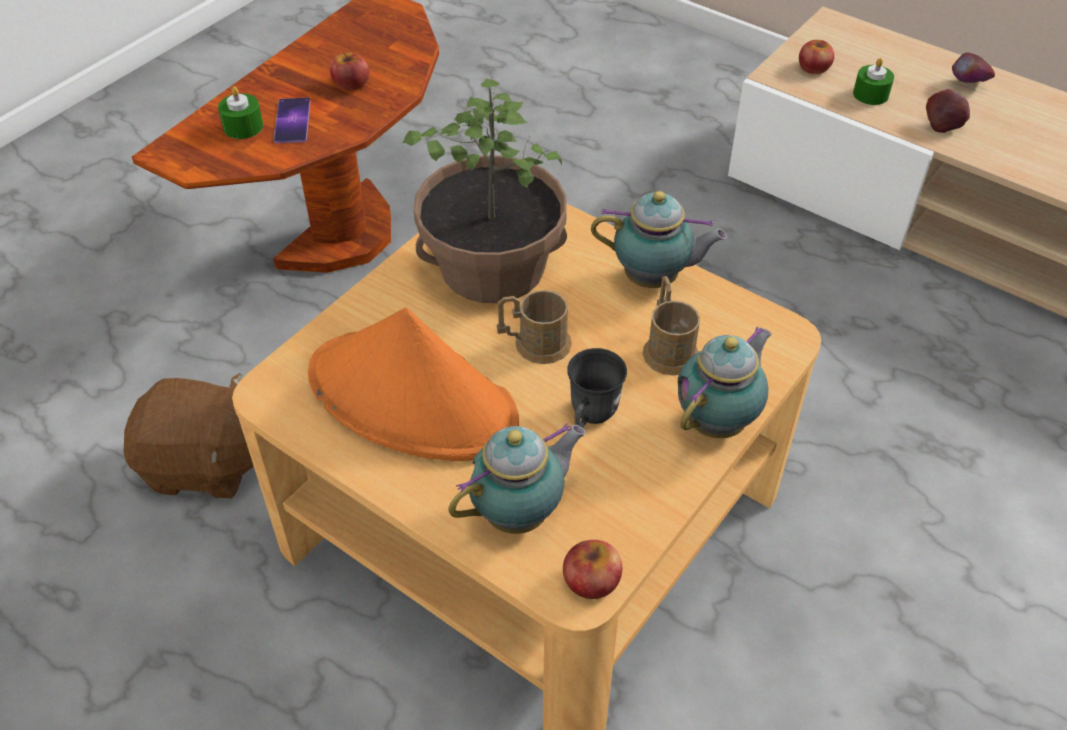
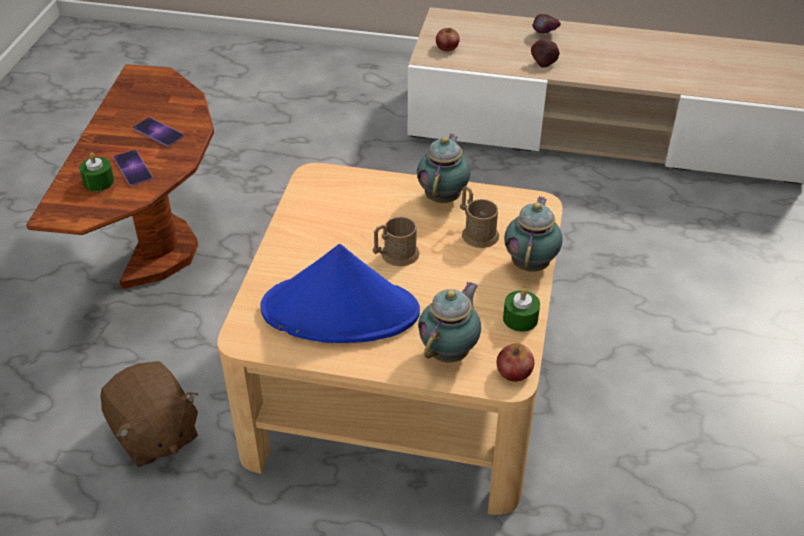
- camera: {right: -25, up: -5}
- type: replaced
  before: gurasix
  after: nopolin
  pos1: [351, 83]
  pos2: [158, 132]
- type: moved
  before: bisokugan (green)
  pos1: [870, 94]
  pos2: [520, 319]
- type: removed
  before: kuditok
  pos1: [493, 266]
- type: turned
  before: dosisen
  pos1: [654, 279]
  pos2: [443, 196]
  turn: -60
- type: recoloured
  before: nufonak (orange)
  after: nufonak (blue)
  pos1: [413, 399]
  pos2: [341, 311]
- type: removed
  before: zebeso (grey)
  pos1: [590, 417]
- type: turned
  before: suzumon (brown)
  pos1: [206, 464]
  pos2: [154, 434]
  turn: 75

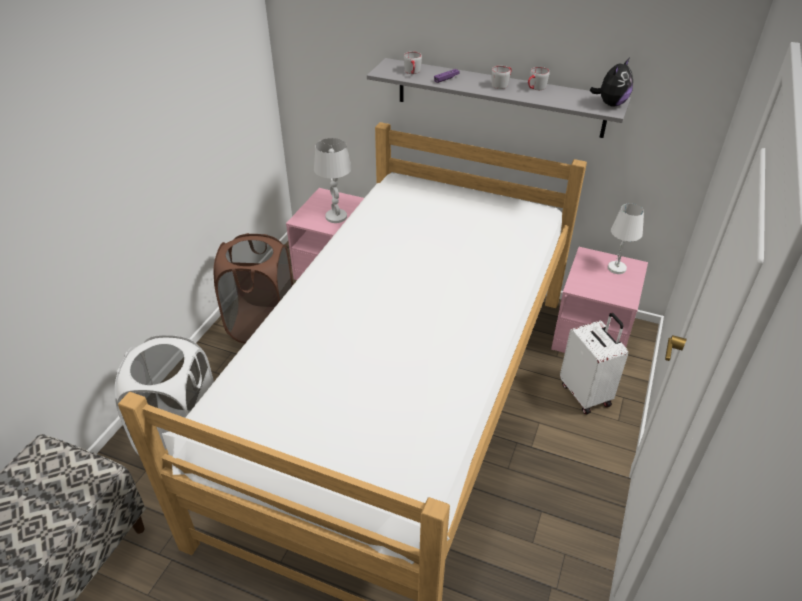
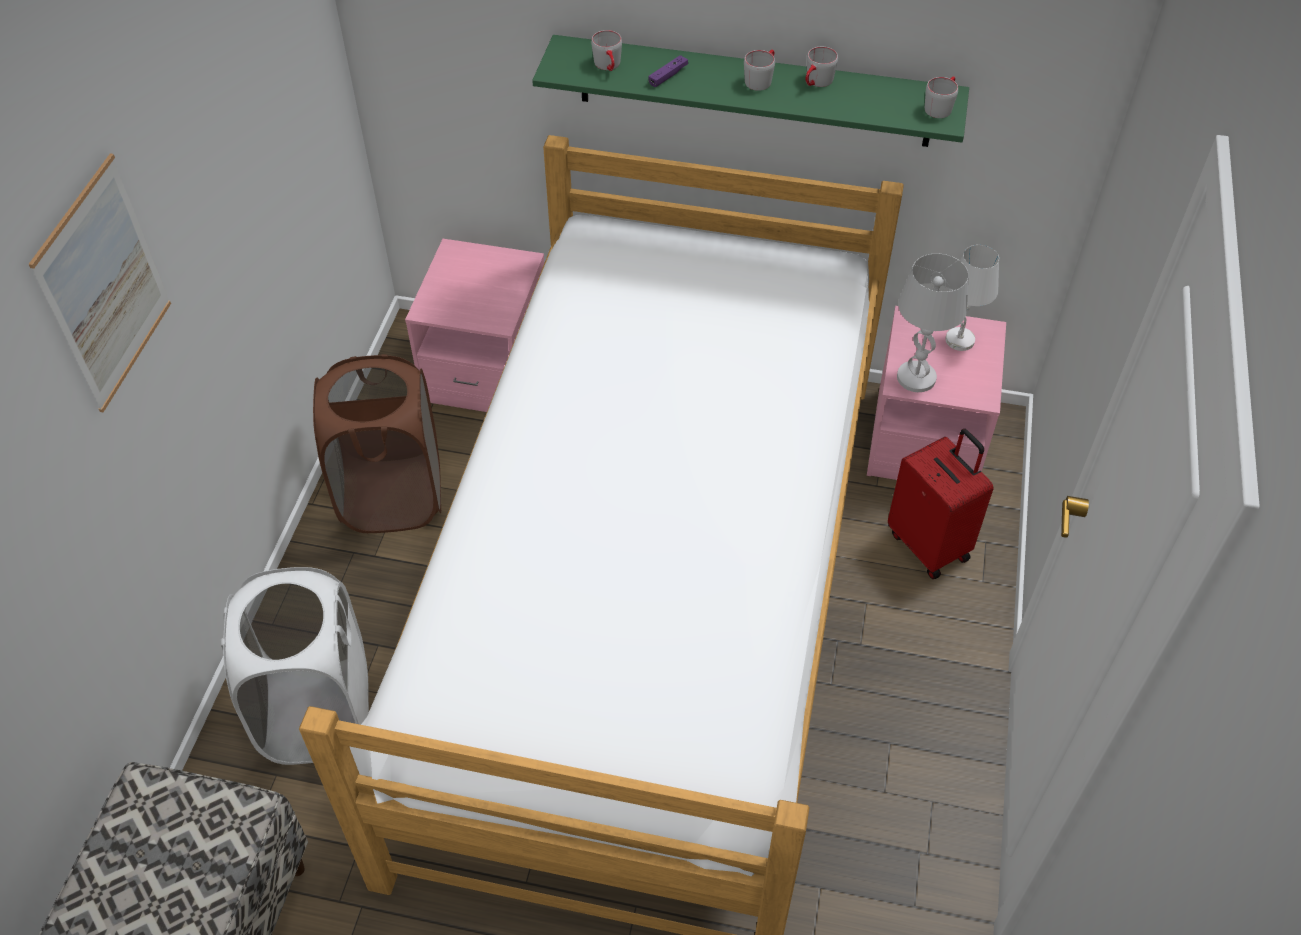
- camera: {right: -10, up: 10}
- type: recoloured
  before: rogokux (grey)
  after: rogokux (green)
  pos1: [499, 97]
  pos2: [754, 91]
- type: replaced
  before: suzumon
  after: zebeso (grey)
  pos1: [610, 104]
  pos2: [940, 106]
- type: moved
  before: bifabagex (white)
  pos1: [336, 217]
  pos2: [916, 378]
- type: recoloured
  before: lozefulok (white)
  after: lozefulok (red)
  pos1: [586, 394]
  pos2: [930, 545]
- type: added
  after: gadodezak
  pos2: [104, 285]

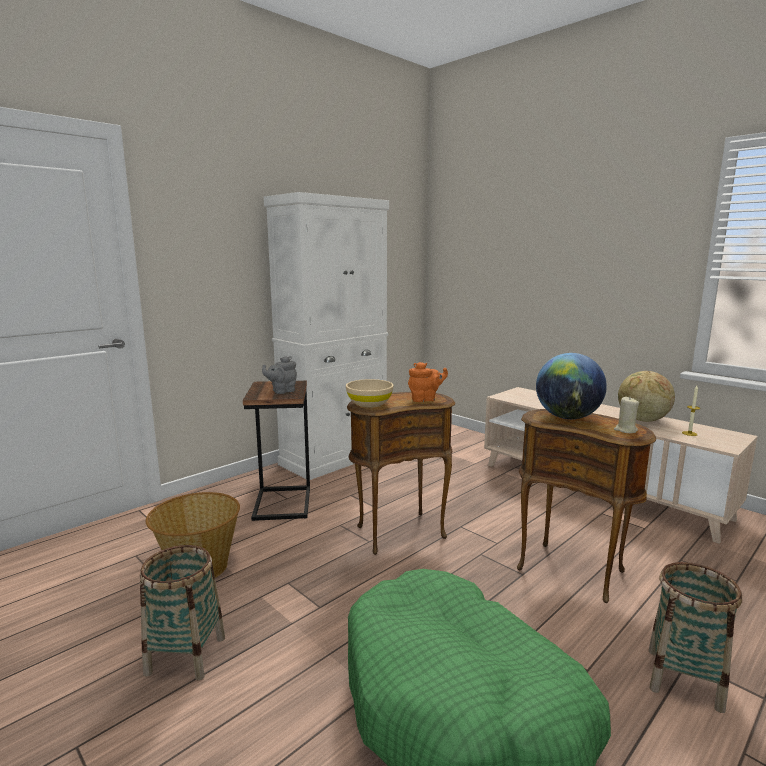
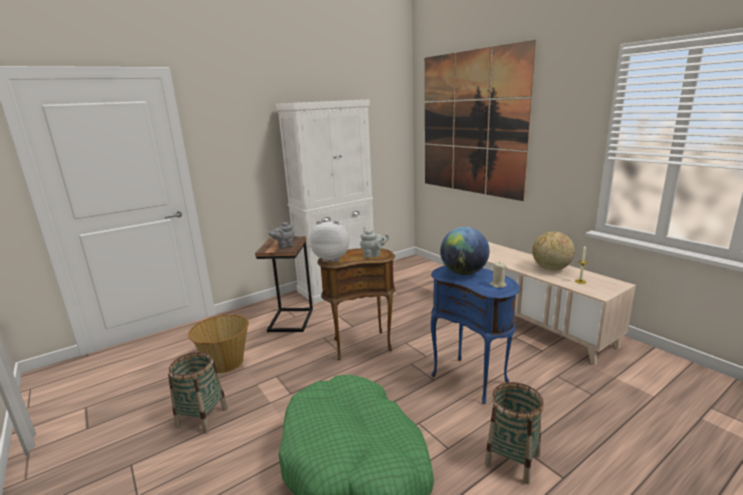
- camera: {right: 10, up: 5}
- type: recoloured
  before: dosisen (orange)
  after: dosisen (grey)
  pos1: [425, 399]
  pos2: [373, 255]
- type: replaced
  before: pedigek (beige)
  after: suzumon
  pos1: [369, 404]
  pos2: [332, 259]
- type: recoloured
  before: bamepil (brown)
  after: bamepil (blue)
  pos1: [572, 569]
  pos2: [471, 378]
- type: added
  after: gadodezak
  pos2: [471, 124]

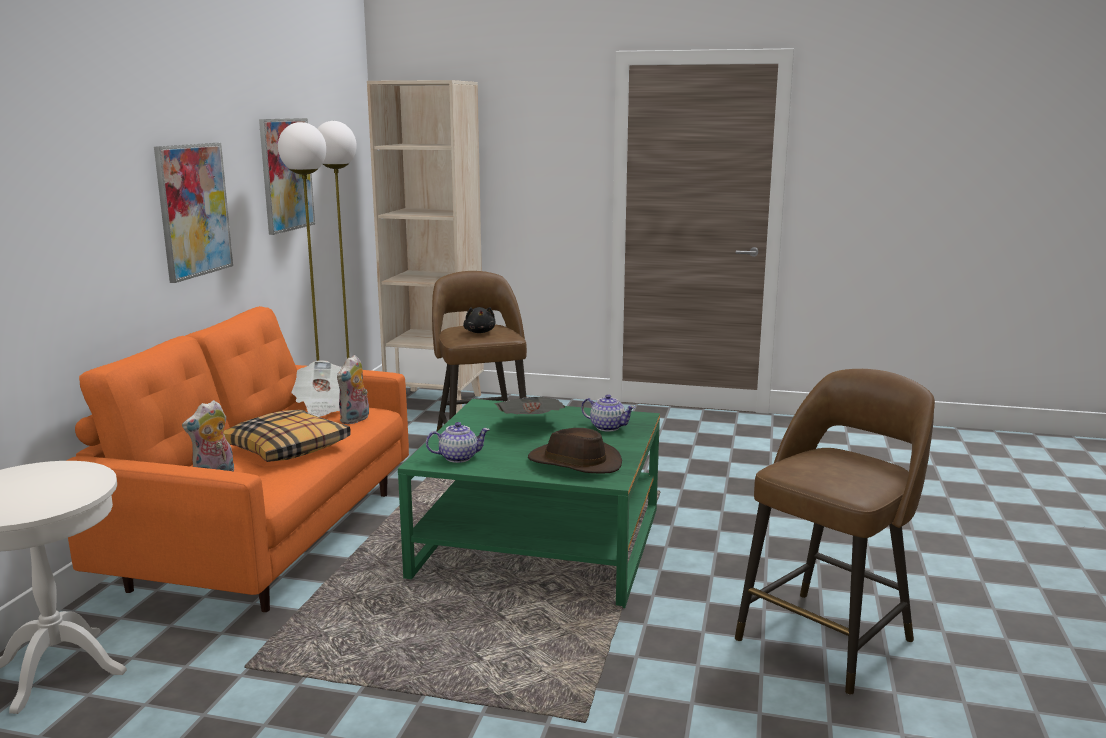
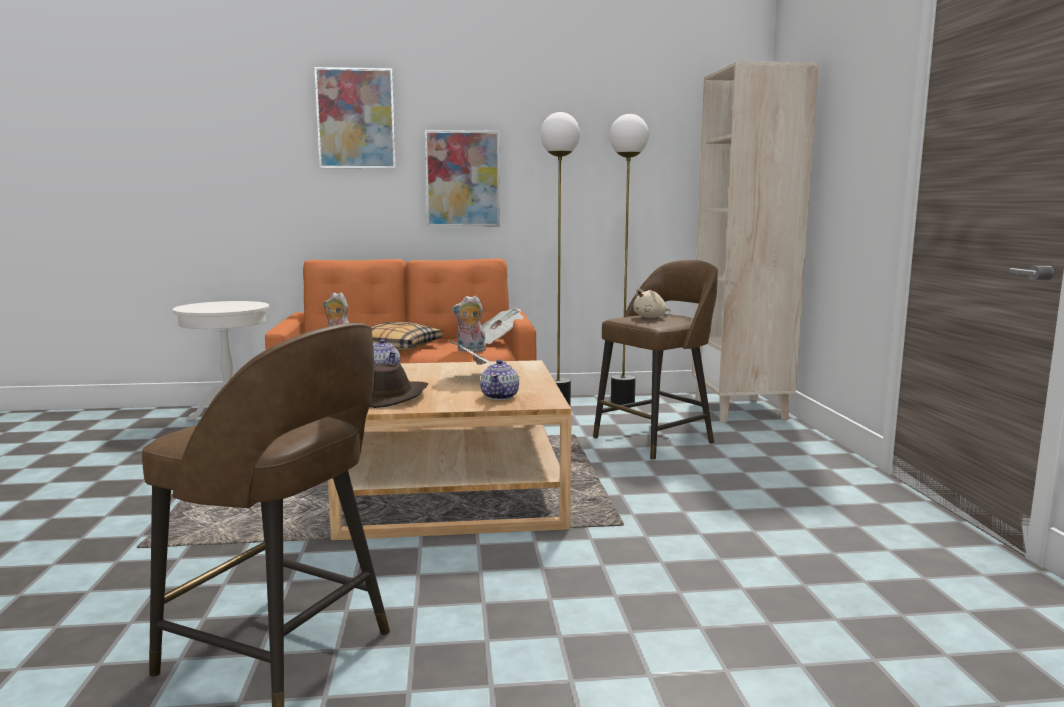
- camera: {right: 70, up: -5}
- type: moved
  before: gadodezak
  pos1: [286, 174]
  pos2: [356, 119]
- type: recoloured
  before: suzumon (black)
  after: suzumon (beige)
  pos1: [479, 332]
  pos2: [651, 317]
- type: recoloured
  before: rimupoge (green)
  after: rimupoge (beige)
  pos1: [539, 542]
  pos2: [452, 491]

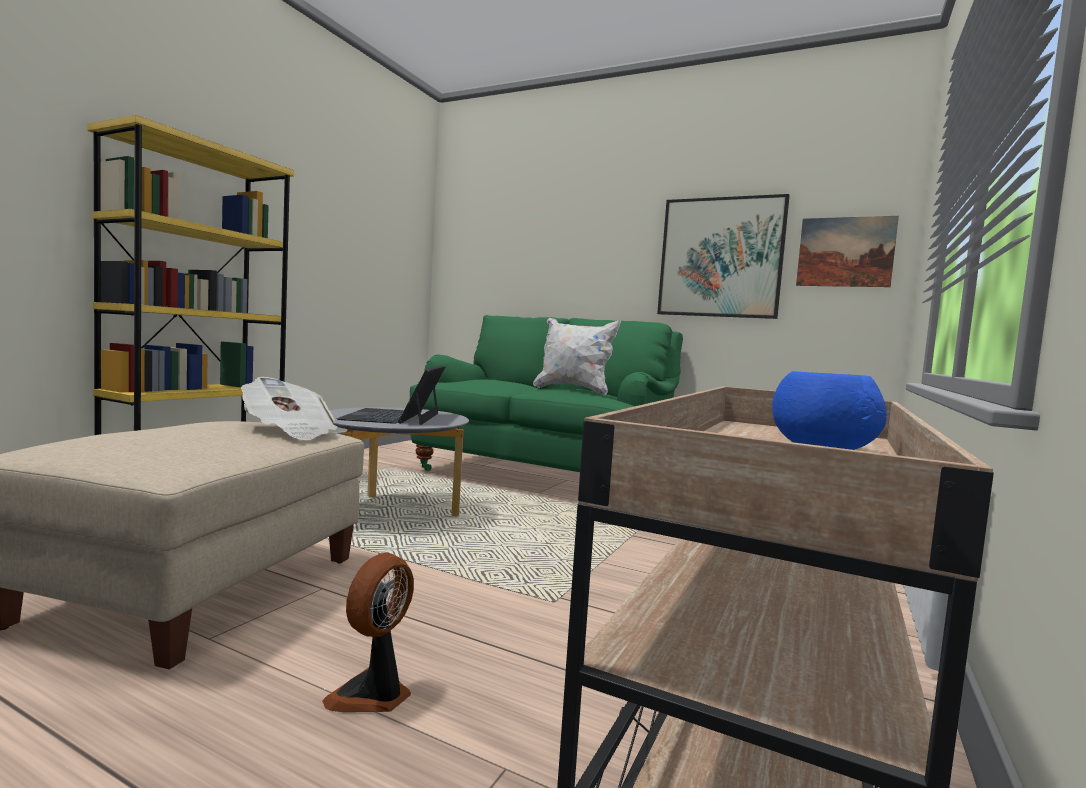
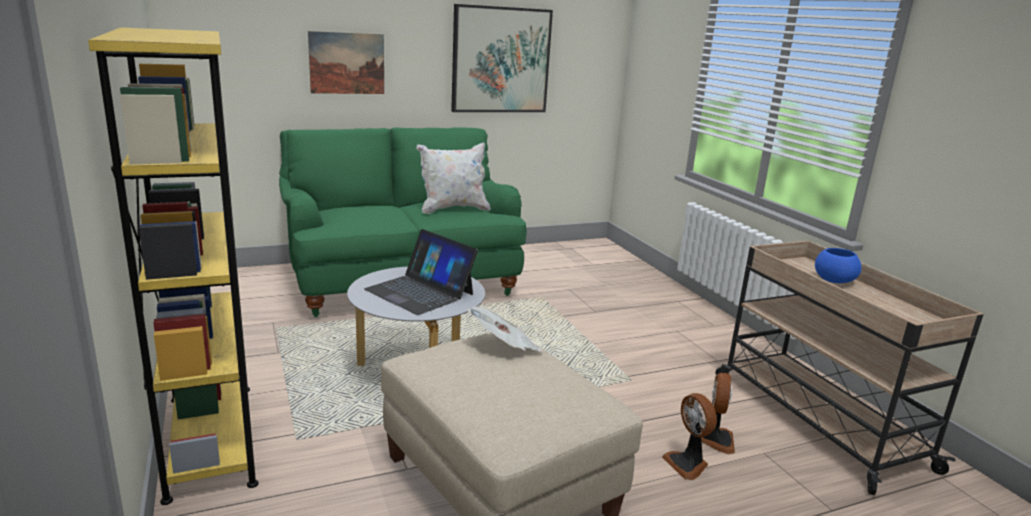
- camera: {right: -50, up: 15}
- type: moved
  before: gadodezak
  pos1: [845, 252]
  pos2: [347, 63]
- type: added
  after: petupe
  pos2: [715, 440]

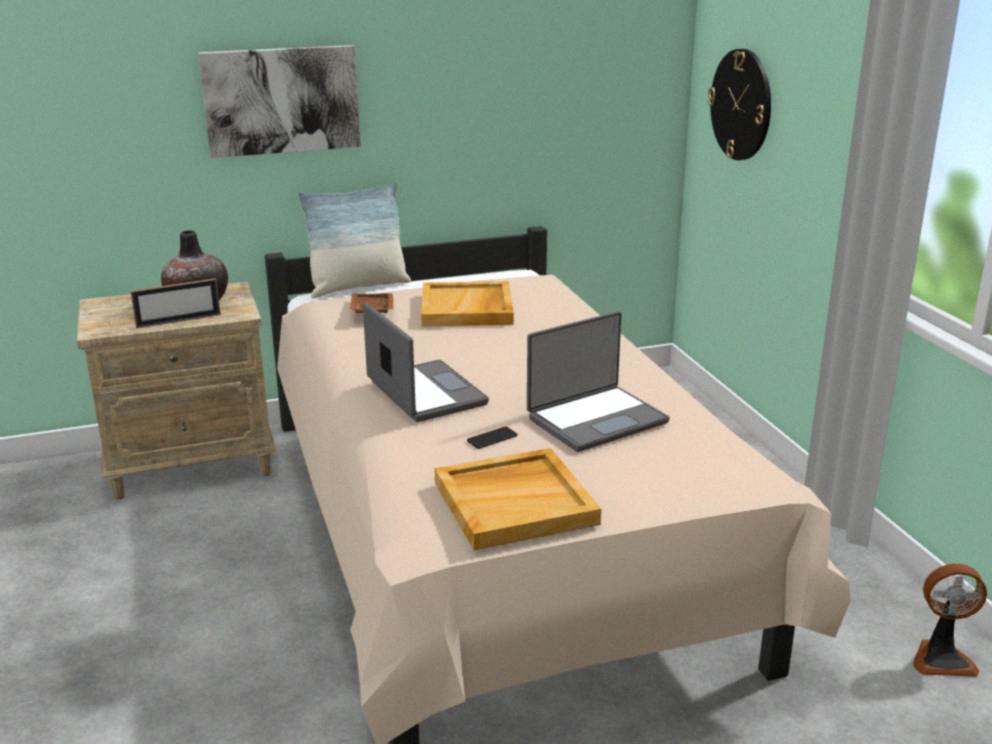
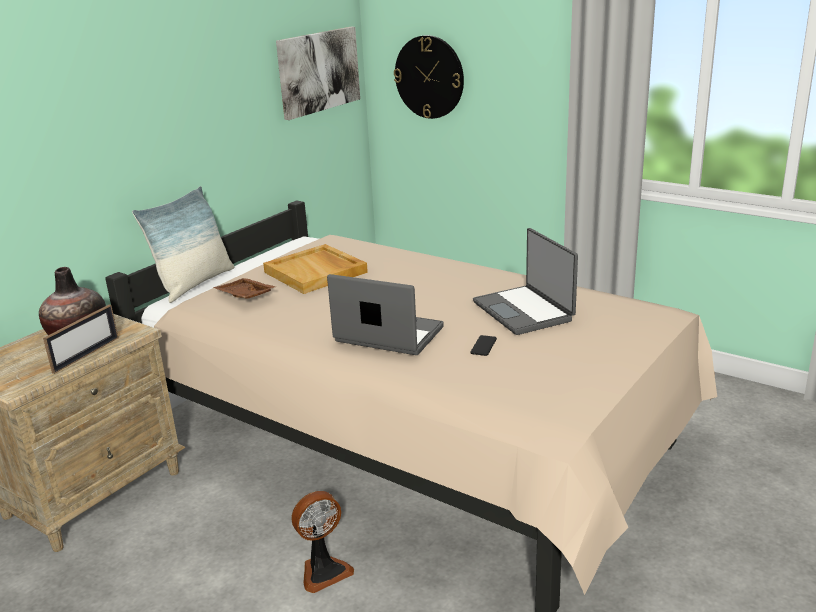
- camera: {right: -35, up: 0}
- type: moved
  before: gadodezak
  pos1: [281, 100]
  pos2: [318, 71]
- type: turned
  before: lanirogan
  pos1: [596, 419]
  pos2: [524, 311]
  turn: 135
- type: removed
  before: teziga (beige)
  pos1: [515, 502]
- type: moved
  before: petupe
  pos1: [941, 658]
  pos2: [323, 571]

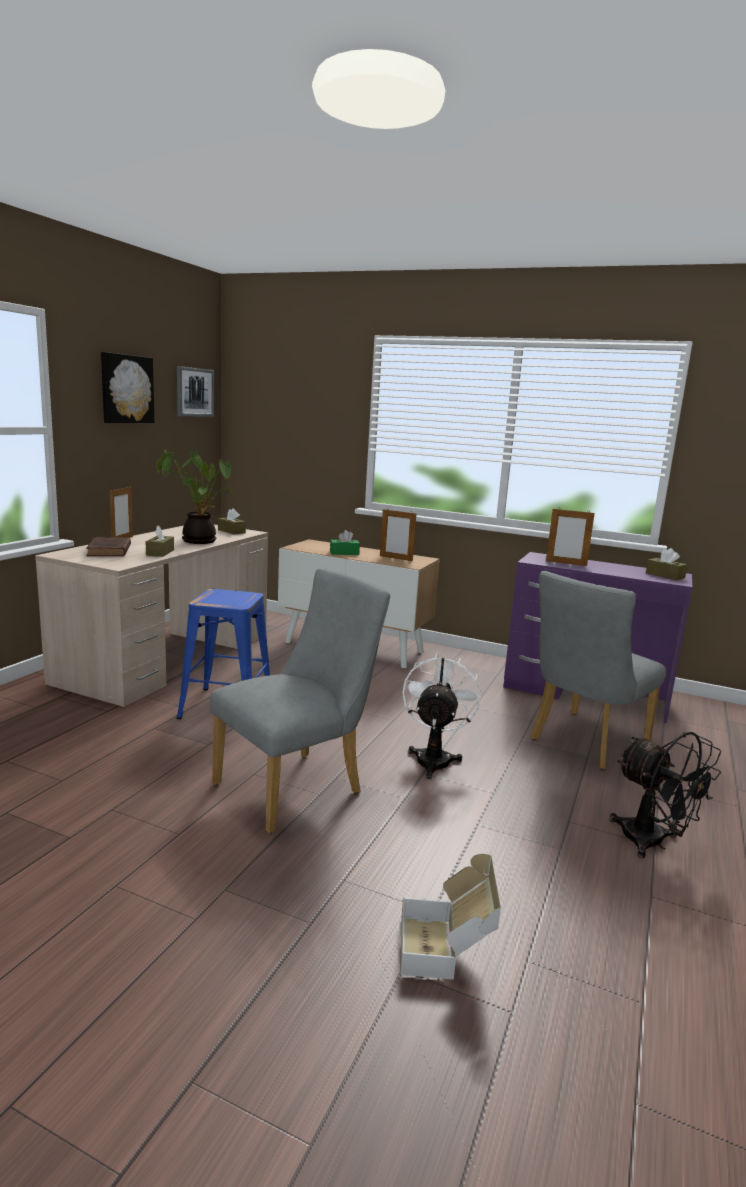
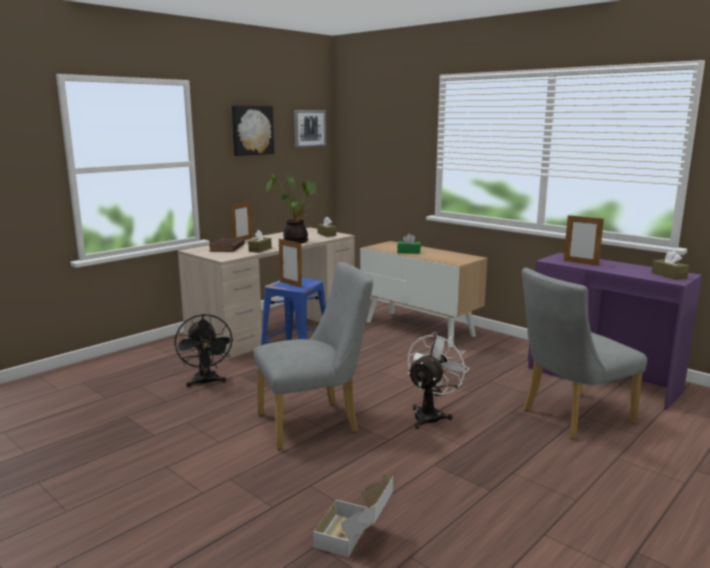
- camera: {right: 20, up: 0}
- type: moved
  before: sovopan
  pos1: [396, 558]
  pos2: [290, 284]
- type: moved
  before: petupe (black)
  pos1: [653, 843]
  pos2: [206, 383]

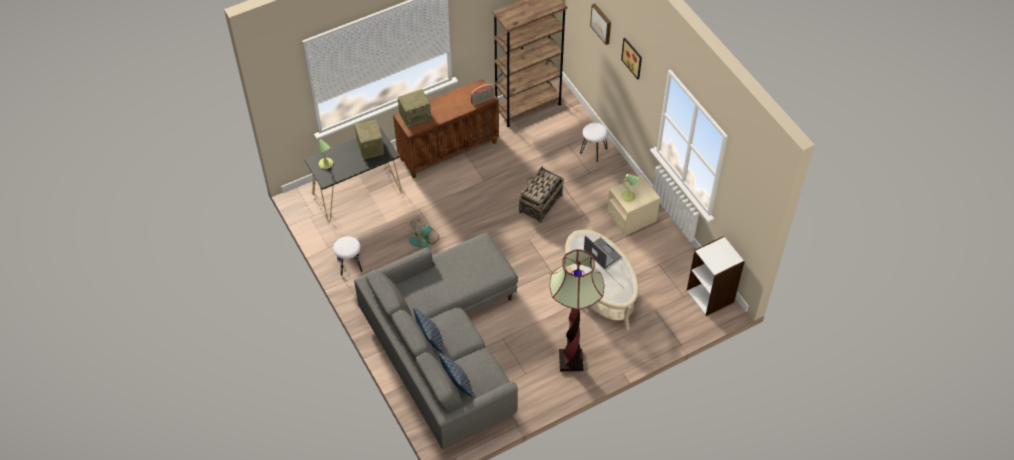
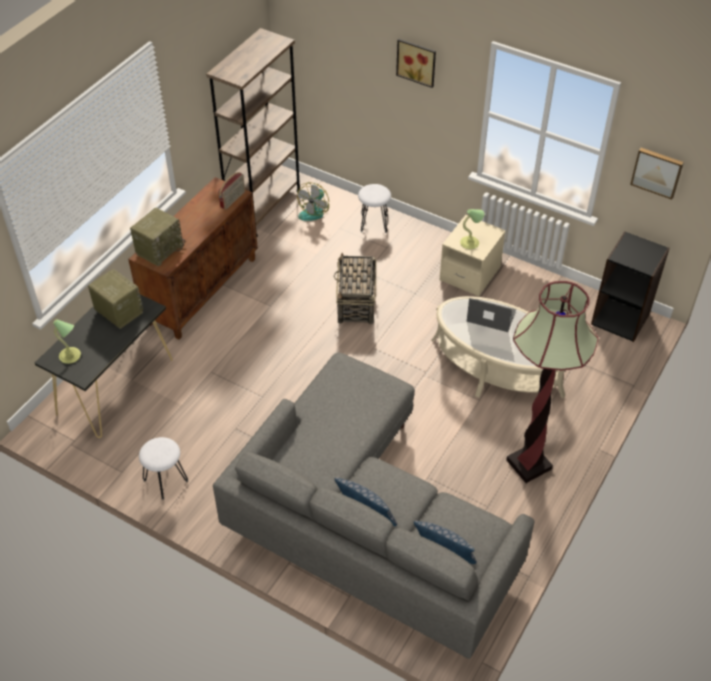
- camera: {right: -30, up: -5}
- type: moved
  before: gadodezak
  pos1: [602, 23]
  pos2: [657, 172]
- type: moved
  before: petupe
  pos1: [424, 239]
  pos2: [314, 211]
- type: recoloured
  before: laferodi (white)
  after: laferodi (black)
  pos1: [711, 296]
  pos2: [620, 318]

